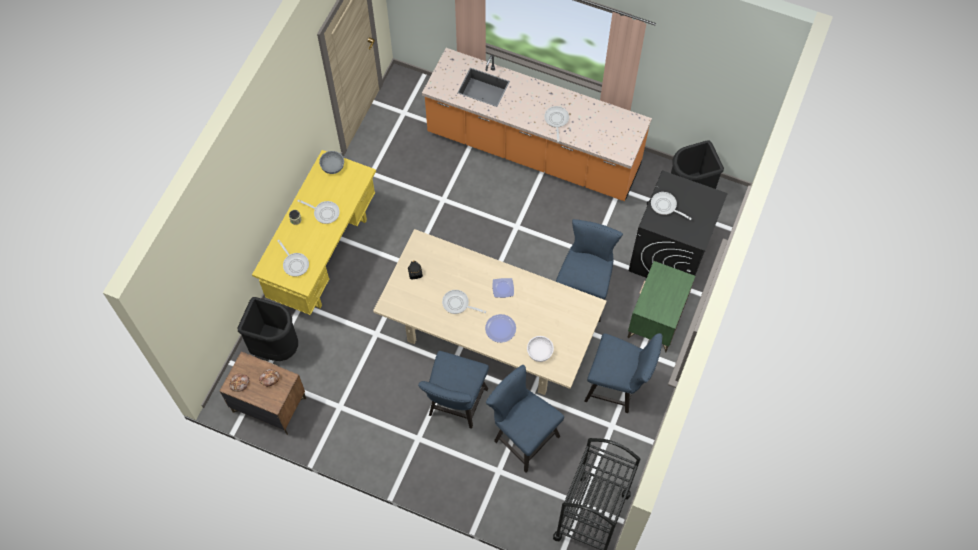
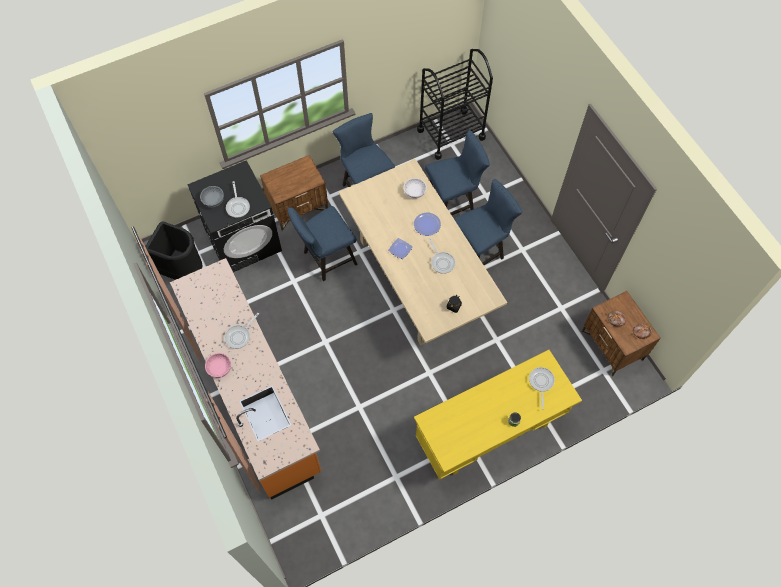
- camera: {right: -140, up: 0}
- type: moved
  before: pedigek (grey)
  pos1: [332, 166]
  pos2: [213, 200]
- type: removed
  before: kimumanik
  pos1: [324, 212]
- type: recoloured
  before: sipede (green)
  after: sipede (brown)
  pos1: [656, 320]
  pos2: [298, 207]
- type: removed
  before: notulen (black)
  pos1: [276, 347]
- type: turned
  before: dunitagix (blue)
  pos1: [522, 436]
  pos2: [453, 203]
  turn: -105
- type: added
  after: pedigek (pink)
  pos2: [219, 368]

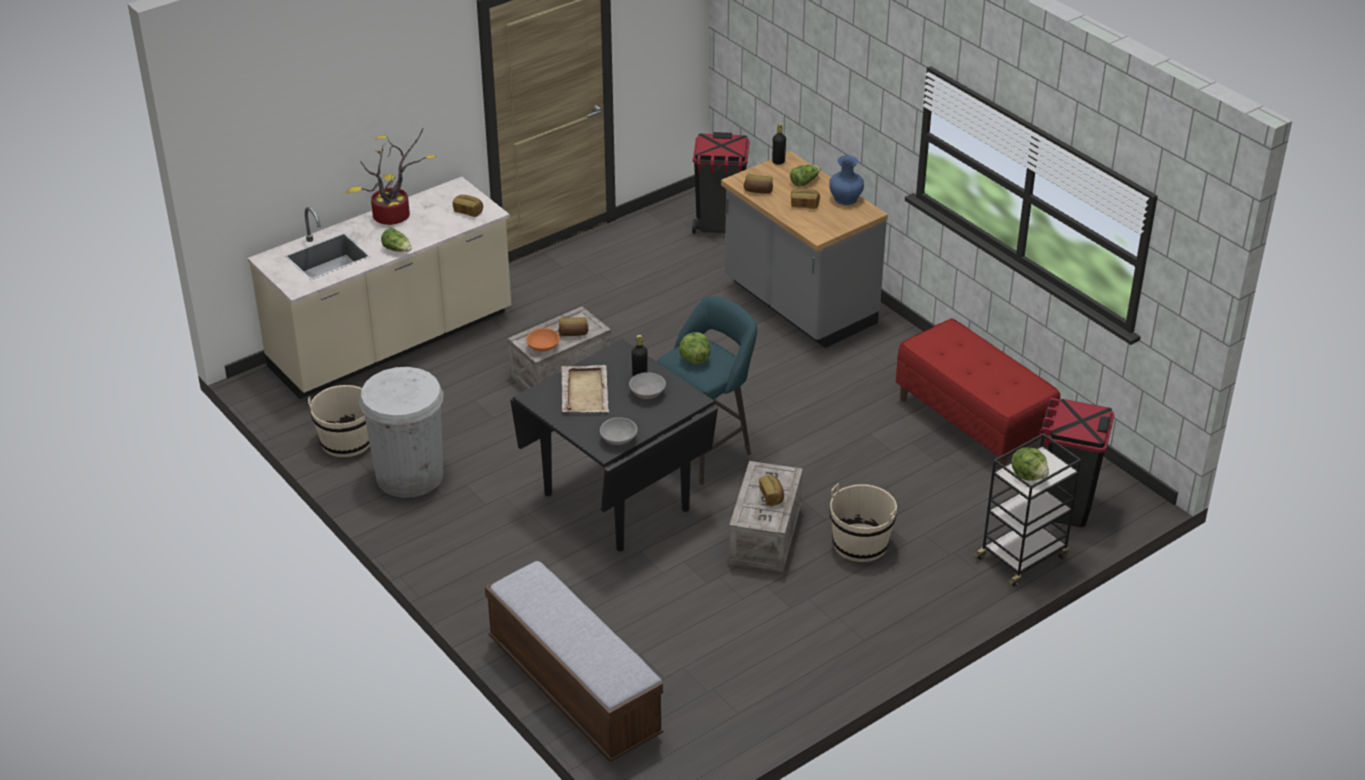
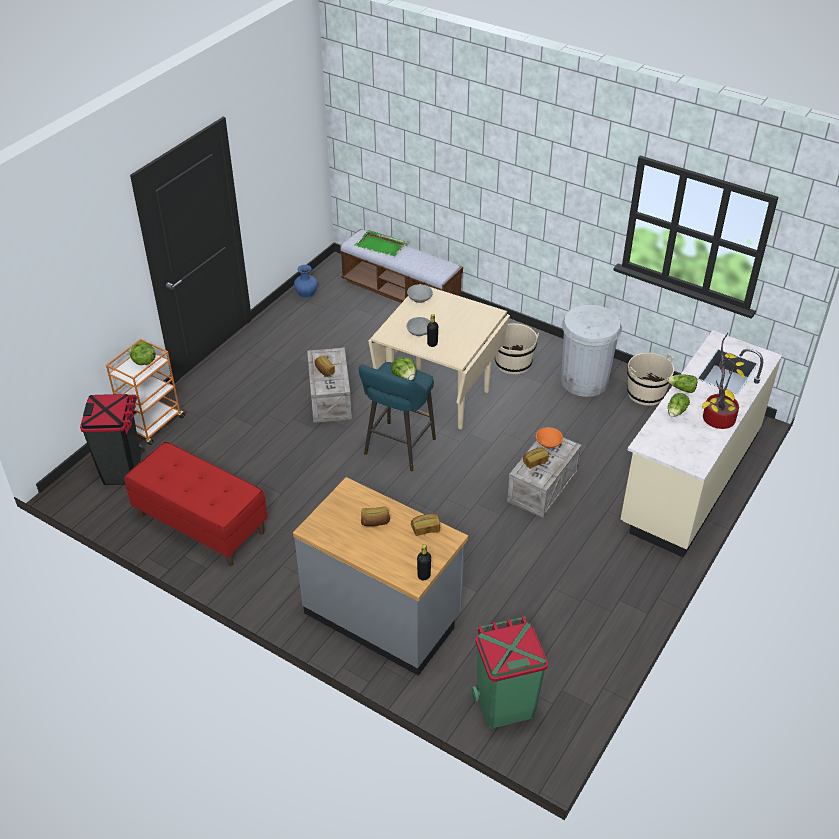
- camera: {right: 160, up: 5}
- type: recoloured
  before: notulen (black)
  after: notulen (green)
  pos1: [720, 226]
  pos2: [505, 705]
- type: moved
  before: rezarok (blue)
  pos1: [845, 198]
  pos2: [306, 293]
- type: moved
  before: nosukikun
  pos1: [804, 182]
  pos2: [676, 412]
- type: removed
  before: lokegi
  pos1: [468, 211]
- type: recoloured
  before: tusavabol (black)
  after: tusavabol (beige)
  pos1: [615, 502]
  pos2: [439, 396]
- type: removed
  before: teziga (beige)
  pos1: [585, 391]
- type: recoloured
  before: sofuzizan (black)
  after: sofuzizan (orange)
  pos1: [1022, 556]
  pos2: [153, 425]
- type: moved
  before: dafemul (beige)
  pos1: [860, 543]
  pos2: [513, 363]
- type: added
  after: teziga (green)
  pos2: [381, 245]

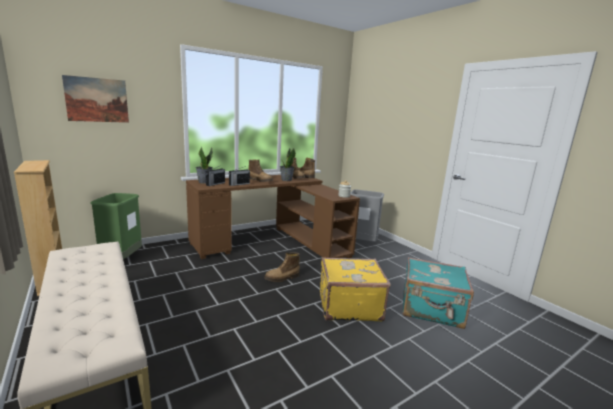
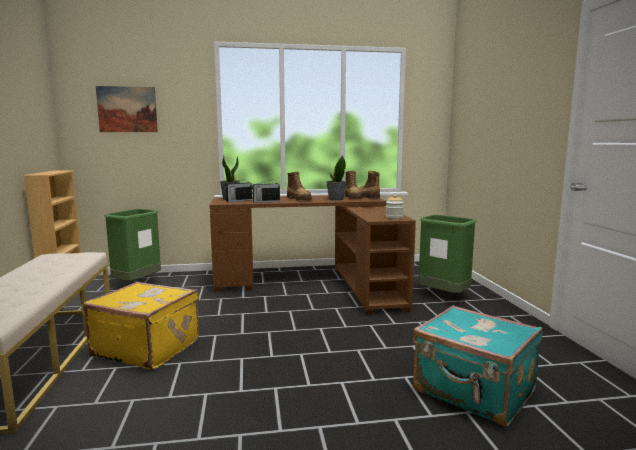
- camera: {right: 25, up: -5}
- type: recoloured
  before: notulen (grey)
  after: notulen (green)
  pos1: [361, 243]
  pos2: [444, 296]
- type: removed
  before: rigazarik
  pos1: [282, 278]
- type: moved
  before: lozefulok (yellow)
  pos1: [348, 305]
  pos2: [147, 348]

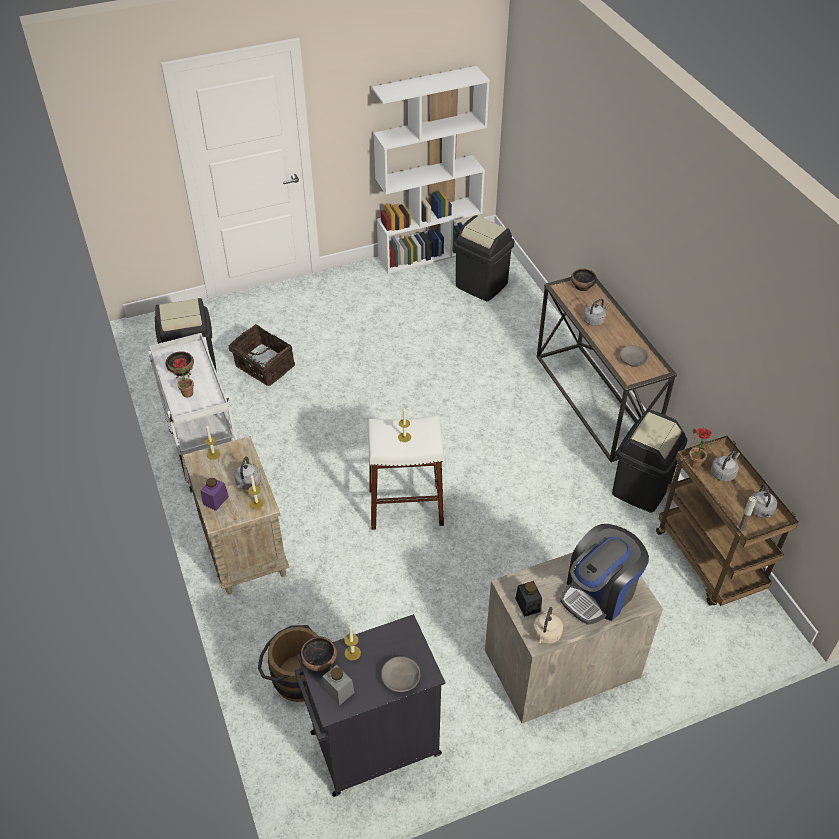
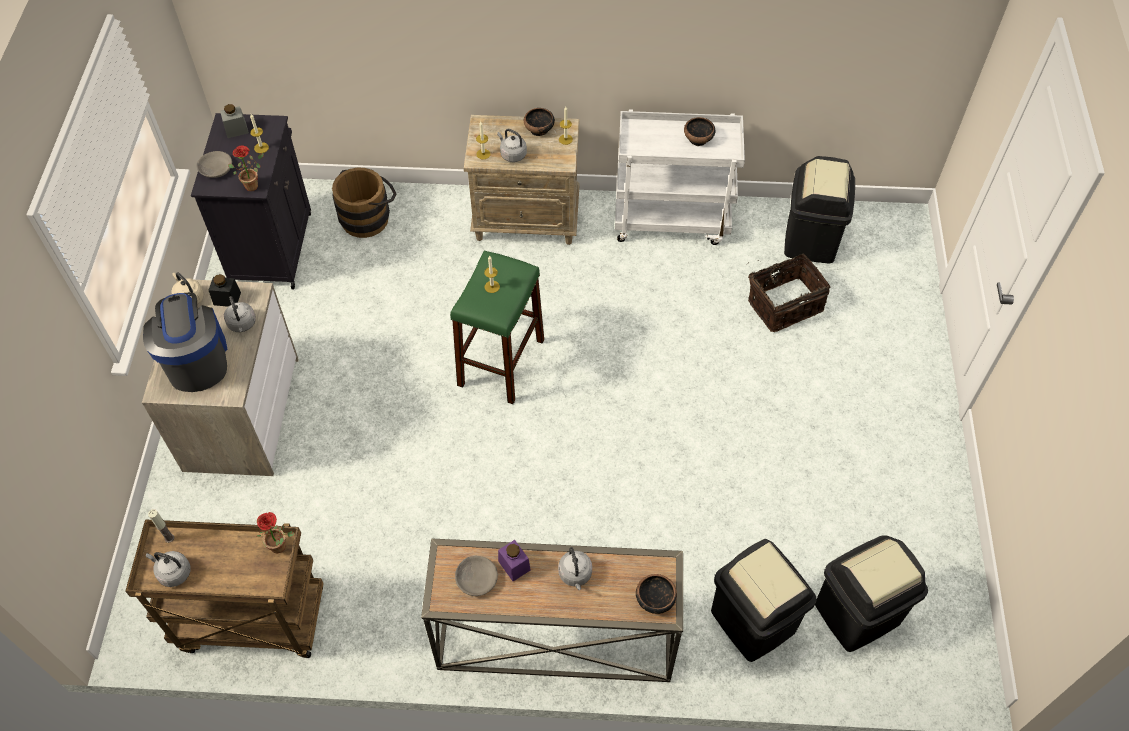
- camera: {right: 115, up: 10}
- type: removed
  before: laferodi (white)
  pos1: [429, 253]
- type: moved
  before: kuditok
  pos1: [185, 393]
  pos2: [253, 184]
- type: moved
  before: notulen (black)
  pos1: [641, 488]
  pos2: [753, 621]
- type: recoloured
  before: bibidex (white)
  after: bibidex (green)
  pos1: [405, 507]
  pos2: [501, 362]
- type: moved
  before: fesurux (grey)
  pos1: [723, 473]
  pos2: [242, 324]
- type: moved
  before: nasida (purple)
  pos1: [215, 500]
  pos2: [514, 565]
- type: moved
  before: pedigek
  pos1: [319, 660]
  pos2: [539, 129]

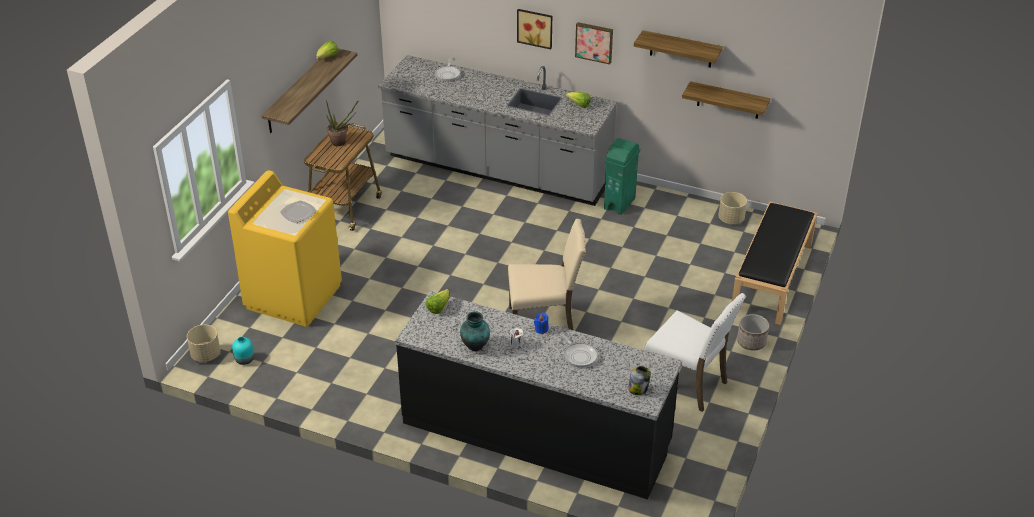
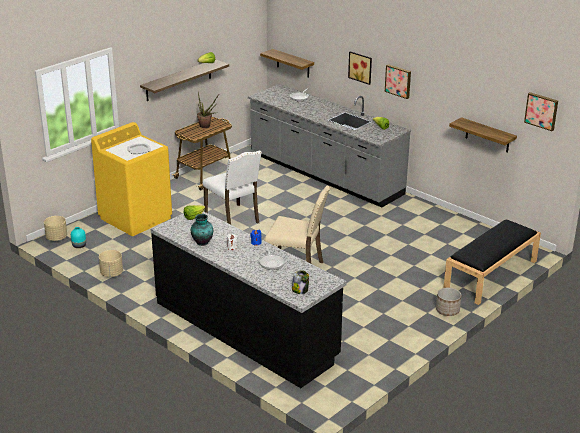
- camera: {right: 20, up: -10}
- type: moved
  before: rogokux
  pos1: [681, 49]
  pos2: [293, 63]
- type: removed
  before: notulen (green)
  pos1: [620, 203]
- type: moved
  before: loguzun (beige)
  pos1: [731, 219]
  pos2: [112, 274]
- type: moved
  before: dunitagix (white)
  pos1: [687, 384]
  pos2: [233, 219]
- type: added
  after: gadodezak
  pos2: [541, 111]

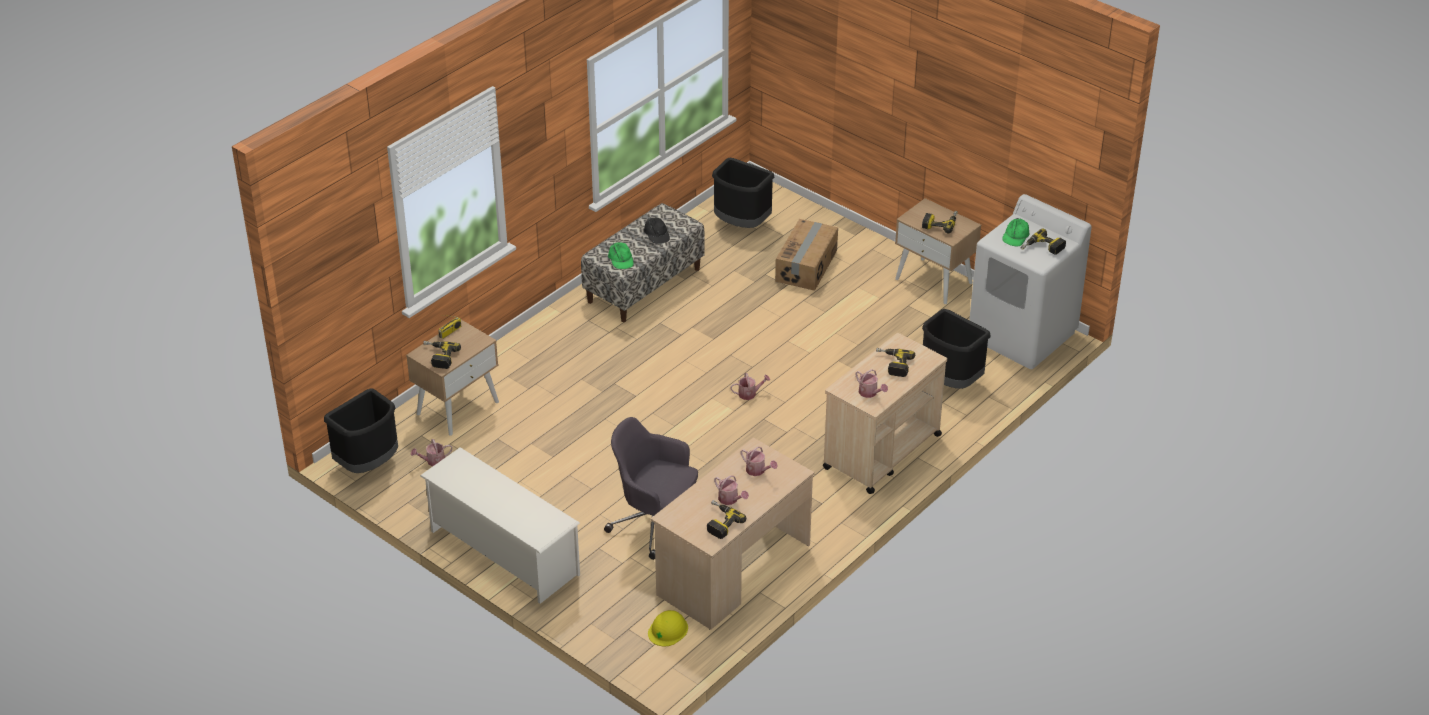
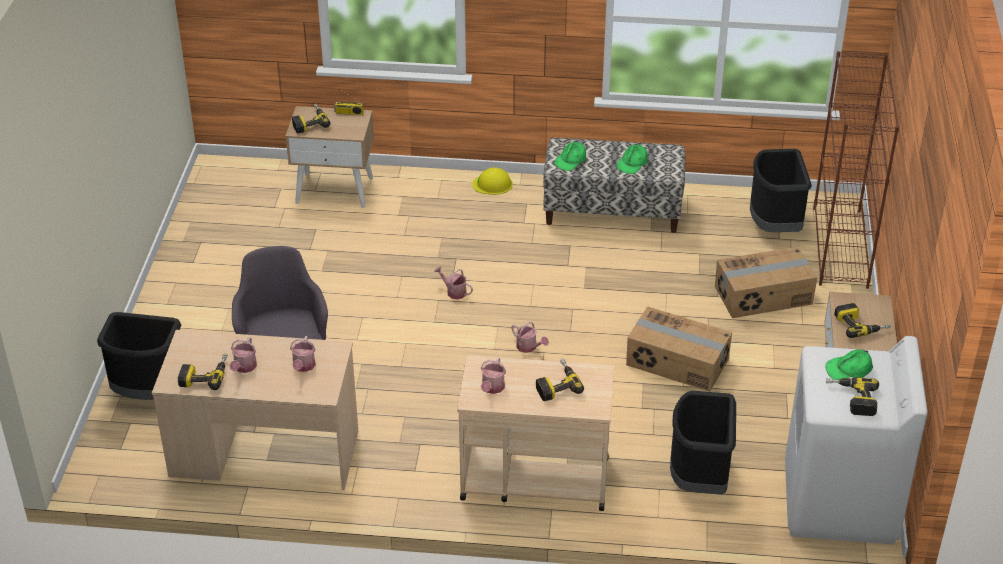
- camera: {right: 55, up: 0}
- type: recoloured
  before: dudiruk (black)
  after: dudiruk (green)
  pos1: [656, 234]
  pos2: [632, 163]
- type: moved
  before: notulen (black)
  pos1: [368, 464]
  pos2: [149, 392]
- type: moved
  before: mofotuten
  pos1: [433, 461]
  pos2: [454, 291]
- type: removed
  before: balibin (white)
  pos1: [503, 552]
- type: moved
  before: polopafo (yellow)
  pos1: [668, 630]
  pos2: [492, 184]
- type: added
  after: laferodi (brown)
  pos2: [840, 247]
- type: added
  after: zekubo
  pos2: [677, 362]

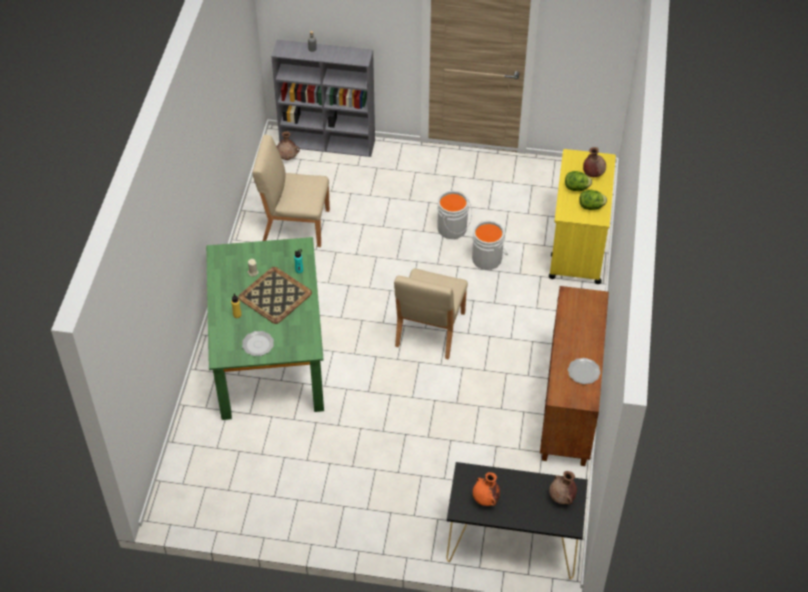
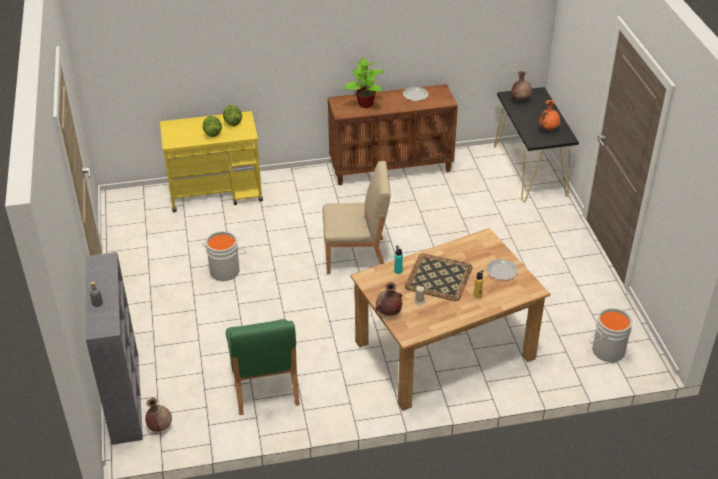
- camera: {right: -110, up: -10}
- type: recoloured
  before: dunitagix (beige)
  after: dunitagix (green)
  pos1: [295, 224]
  pos2: [264, 386]
- type: moved
  before: rezarok (brown)
  pos1: [593, 174]
  pos2: [388, 312]
- type: moved
  before: dafemul (grey)
  pos1: [488, 258]
  pos2: [606, 349]
- type: recoloured
  before: tusavabol (green)
  after: tusavabol (brown)
  pos1: [268, 355]
  pos2: [444, 351]
- type: added
  after: kuditok
  pos2: [365, 104]

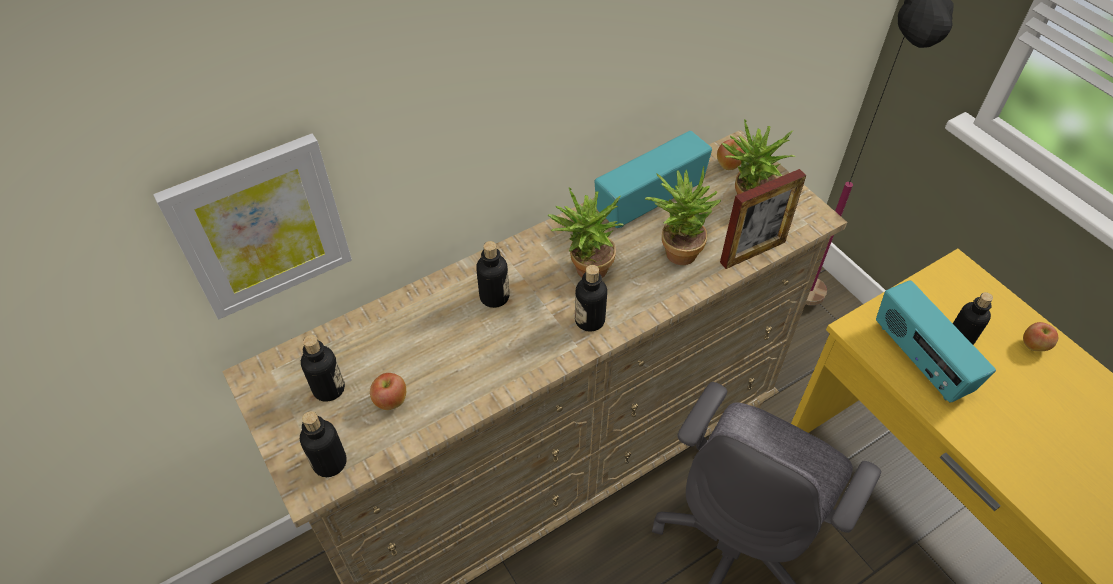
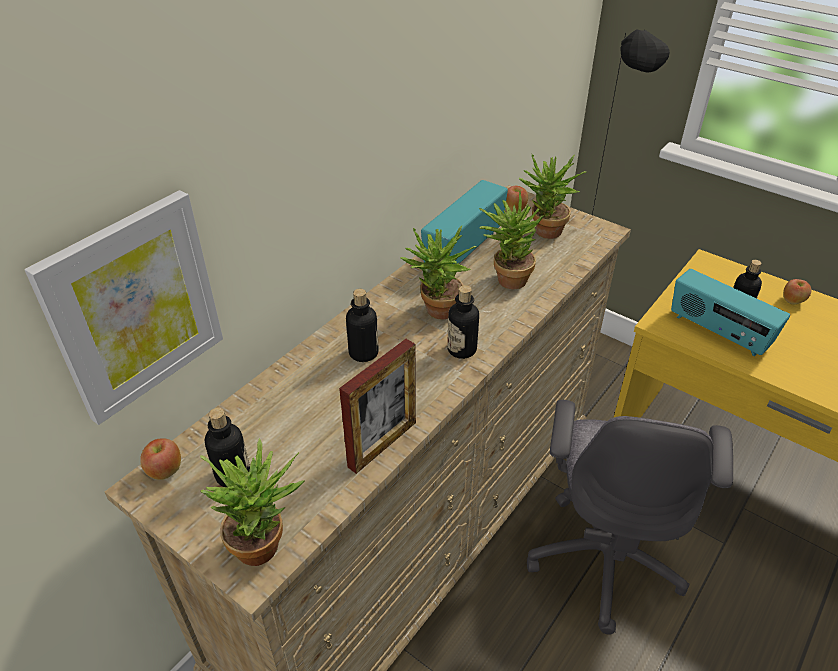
- camera: {right: -20, up: -10}
- type: moved
  before: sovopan
  pos1: [752, 252]
  pos2: [382, 444]
- type: moved
  before: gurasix
  pos1: [391, 401]
  pos2: [165, 471]
- type: replaced
  before: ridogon
  after: kuditok
  pos1: [330, 462]
  pos2: [265, 543]

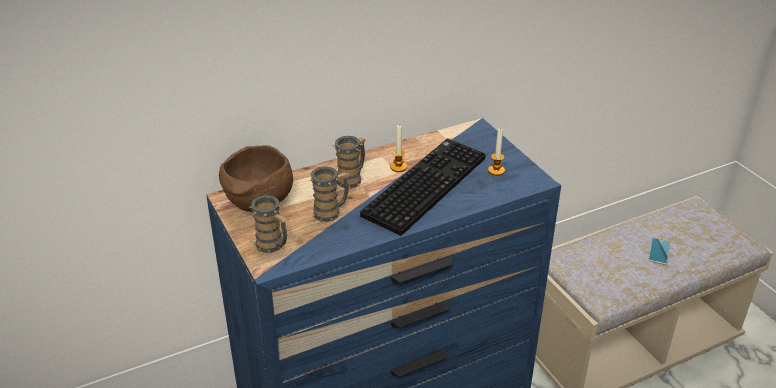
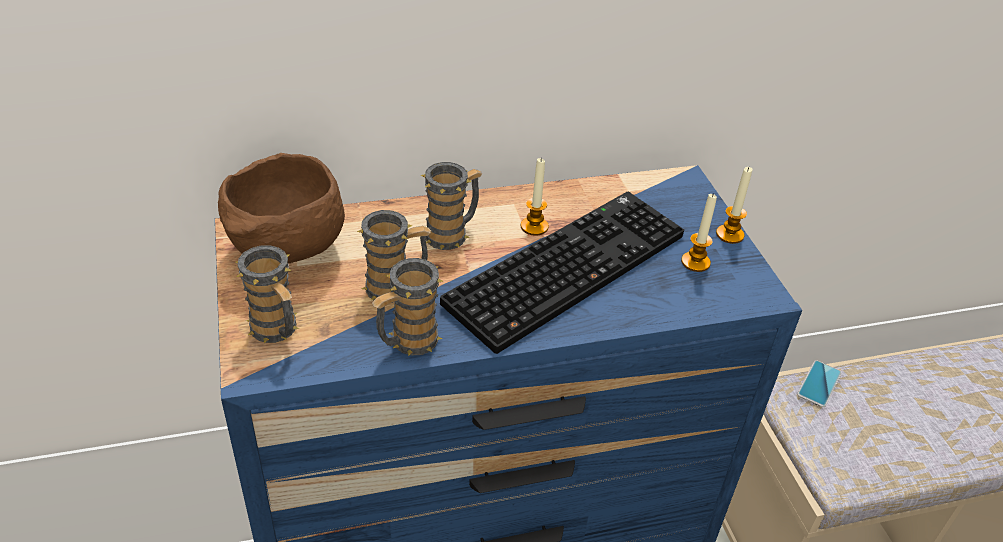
- camera: {right: 10, up: 5}
- type: moved
  before: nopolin
  pos1: [659, 251]
  pos2: [819, 384]
- type: added
  after: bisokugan
  pos2: [729, 235]
- type: added
  after: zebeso
  pos2: [407, 343]

